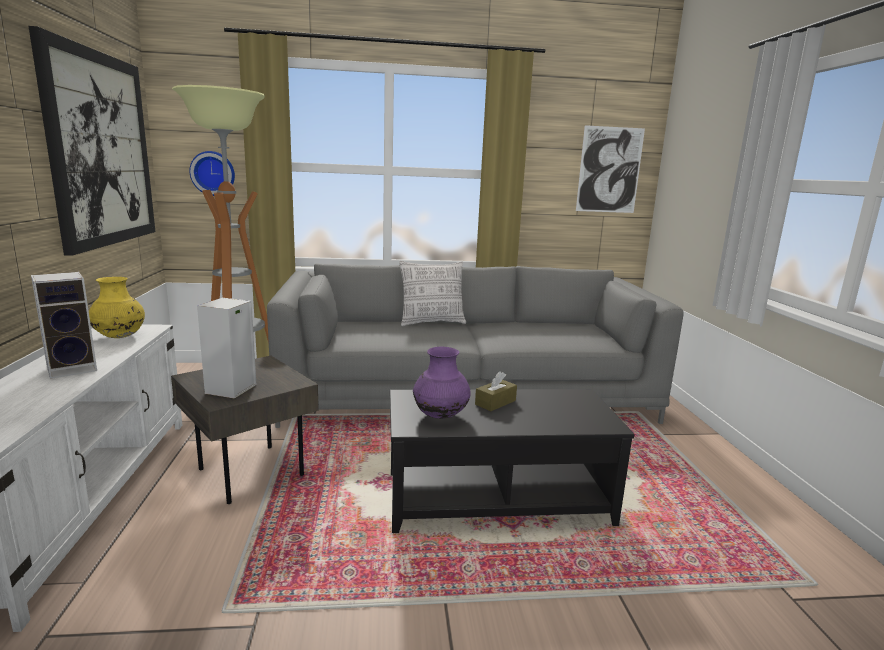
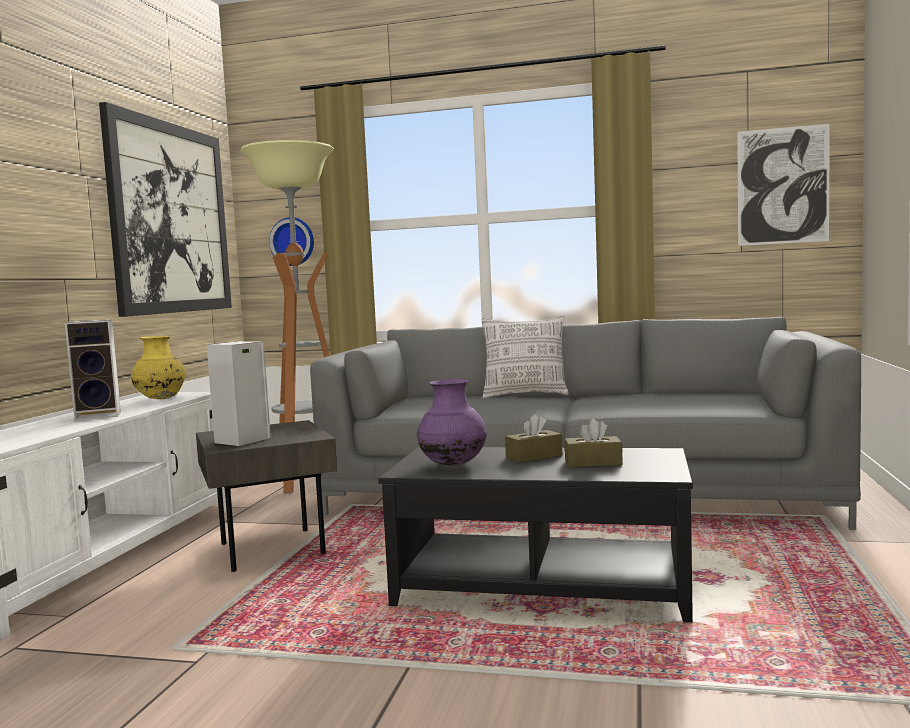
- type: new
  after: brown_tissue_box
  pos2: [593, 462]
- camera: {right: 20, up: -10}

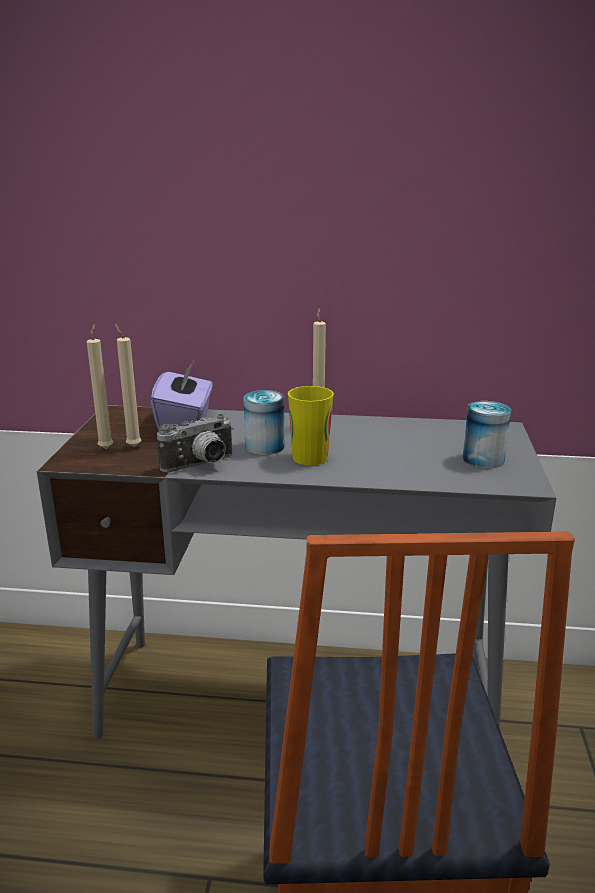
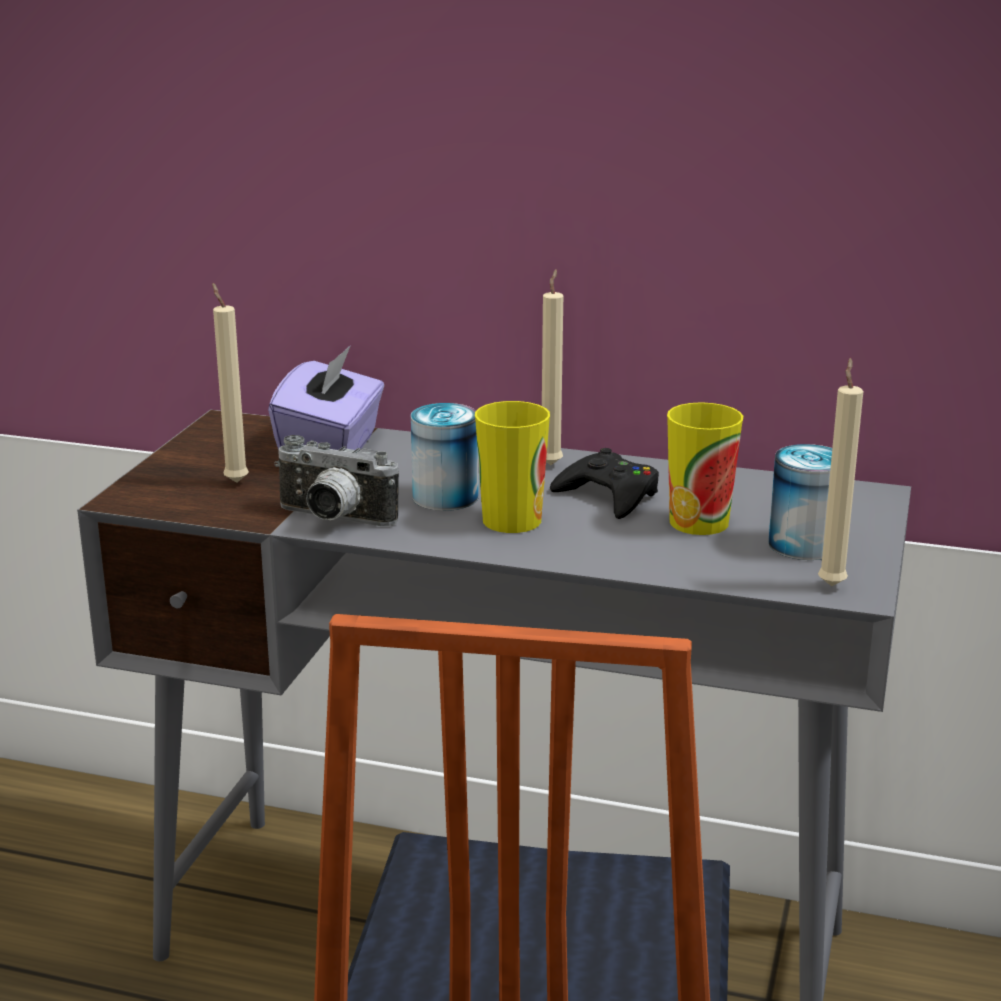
- type: shifted
  before: beige_candle
  pos1: [106, 448]
  pos2: [831, 584]
- type: rotated
  before: photo_camera
  pos1: [201, 465]
  pos2: [332, 520]
  turn: 45
- type: new
  after: black_game_controller
  pos2: [609, 495]
- type: new
  after: cup
  pos2: [699, 522]
- camera: {right: 10, up: 0}

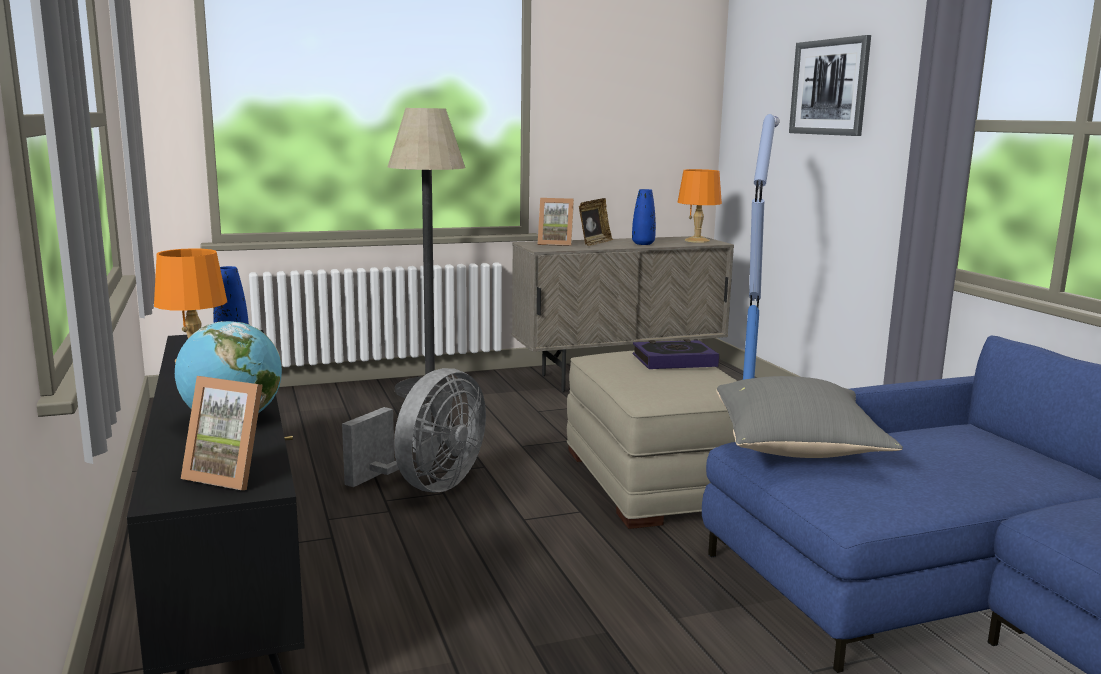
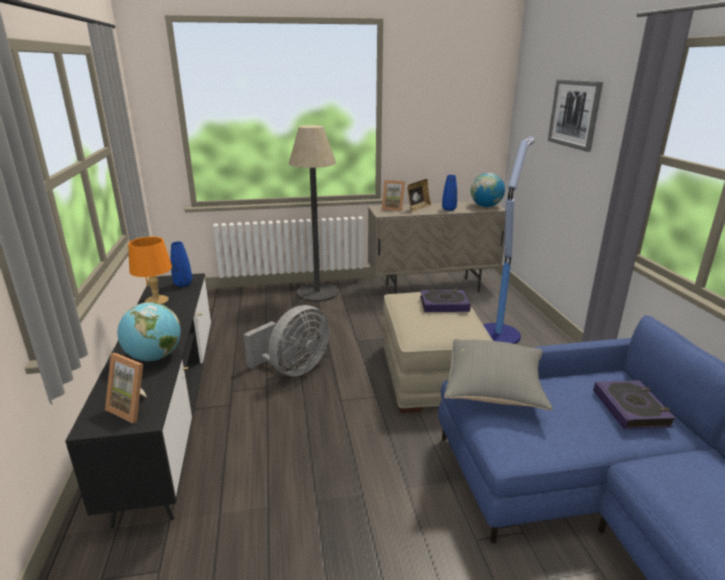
- type: swapped
  before: orange_table_lamp
  after: globe
  pos1: [697, 241]
  pos2: [486, 206]
- type: new
  after: book
  pos2: [631, 408]
- camera: {right: 10, up: 10}

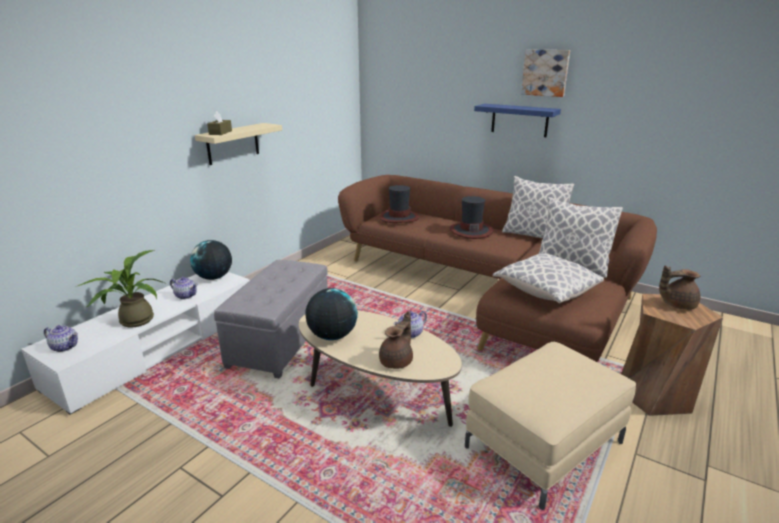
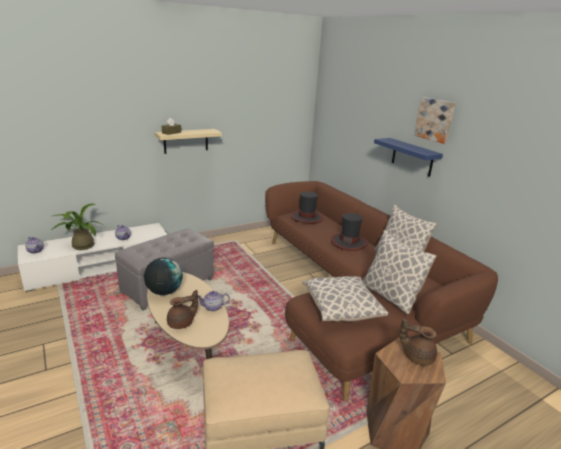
- type: gone
  before: globe
  pos1: [214, 277]
- camera: {right: 25, up: 0}

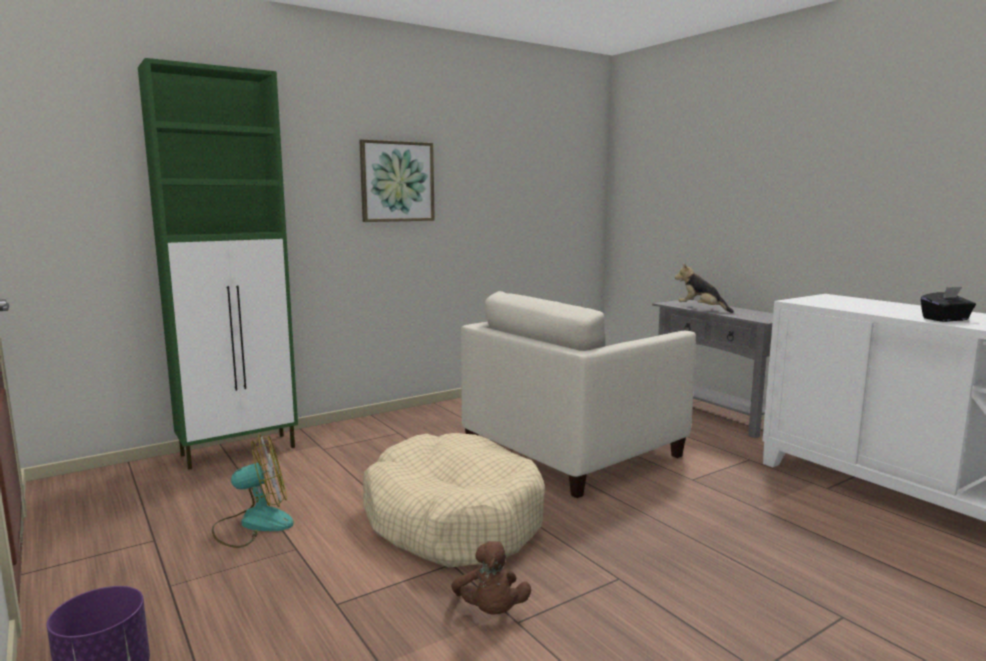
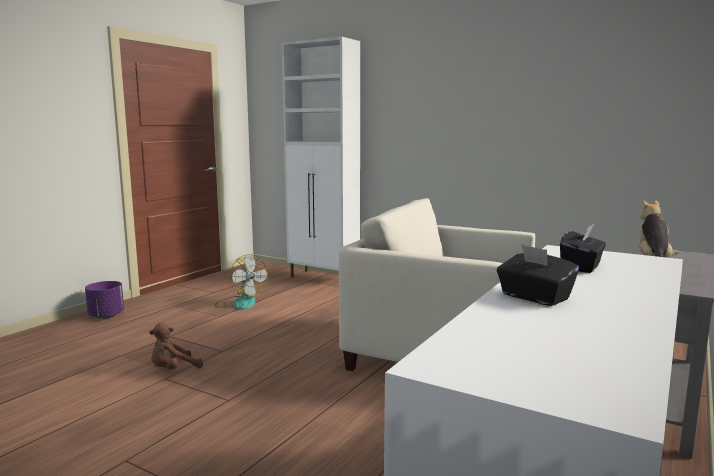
- type: repainted
  before: green_cabinet
  after: white_cabinet
  pos1: [240, 451]
  pos2: [324, 278]
- type: gone
  before: picture
  pos1: [397, 181]
- type: gone
  before: beige_dog_bed
  pos1: [453, 520]
- type: new
  after: black_tissue_box
  pos2: [581, 267]
- camera: {right: 65, up: 0}

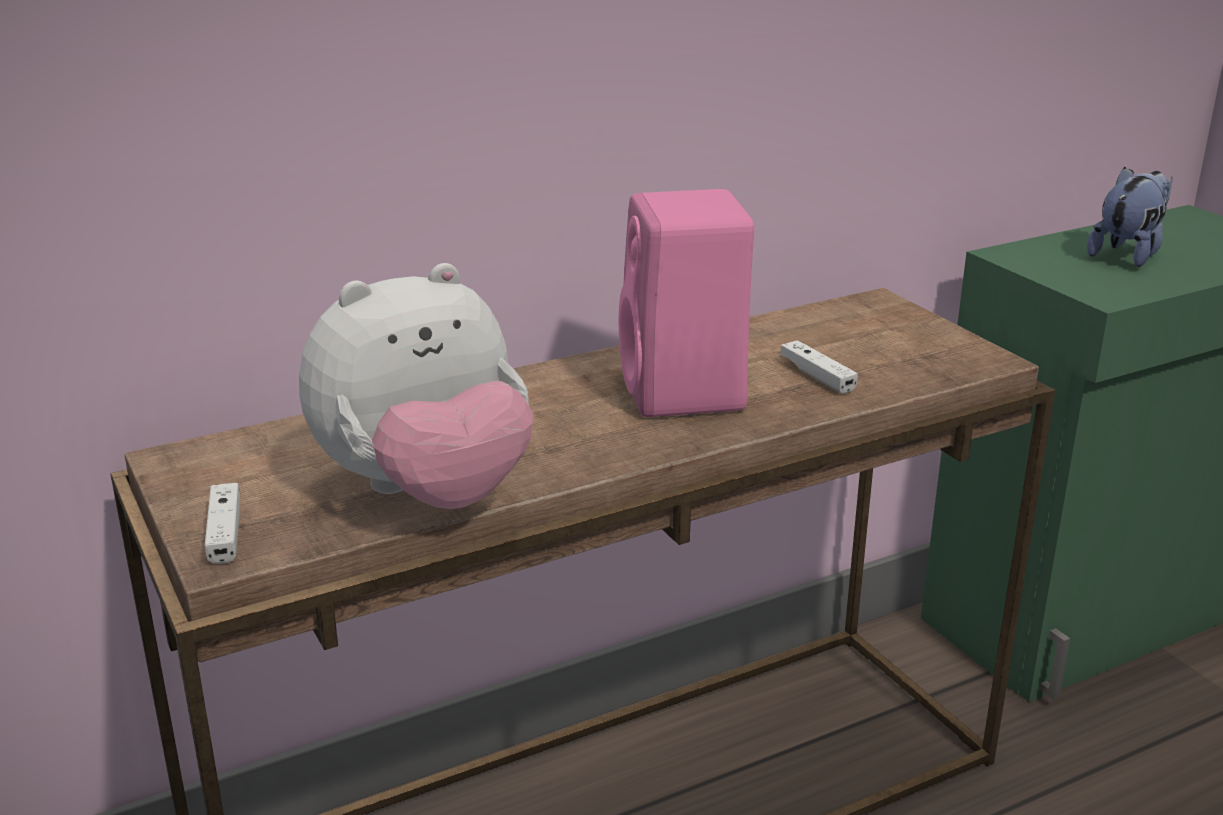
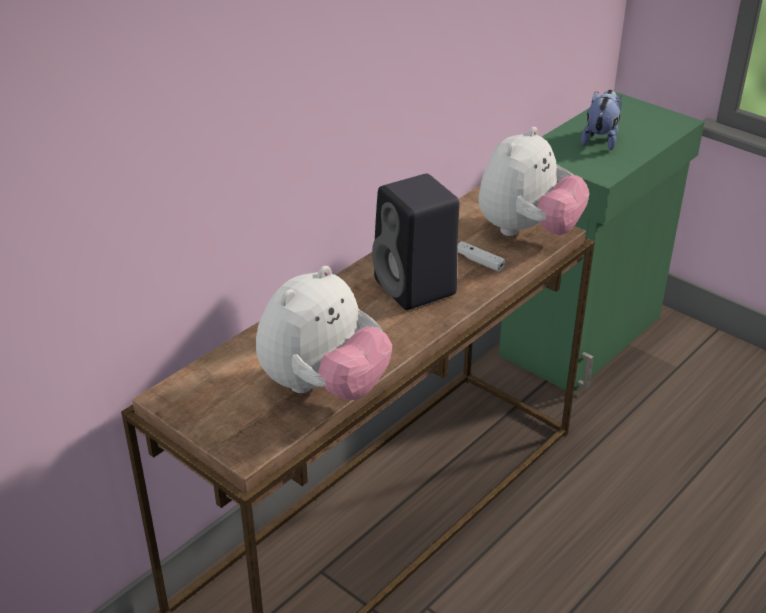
- type: gone
  before: white_game_controller
  pos1: [225, 533]
- type: repainted
  before: pink_speaker
  after: black_speaker
  pos1: [685, 393]
  pos2: [417, 288]
- type: new
  after: plush_toy
  pos2: [527, 231]
- camera: {right: -20, up: 10}

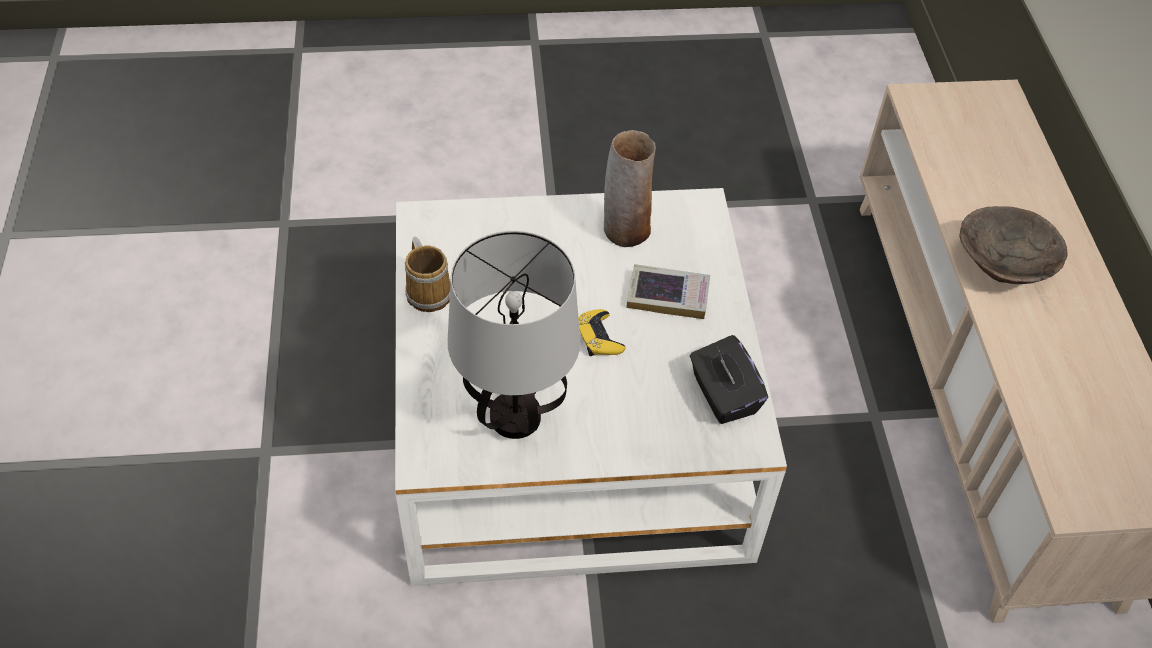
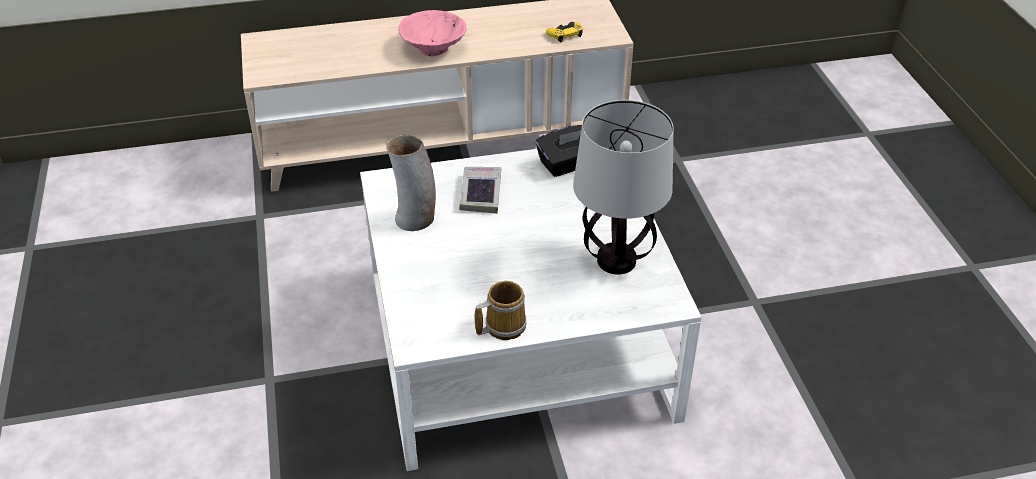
- type: shifted
  before: yellow_game_controller
  pos1: [599, 337]
  pos2: [565, 34]
- type: repainted
  before: brown_bowl
  after: pink_bowl
  pos1: [1001, 267]
  pos2: [434, 48]
- camera: {right: -95, up: -10}

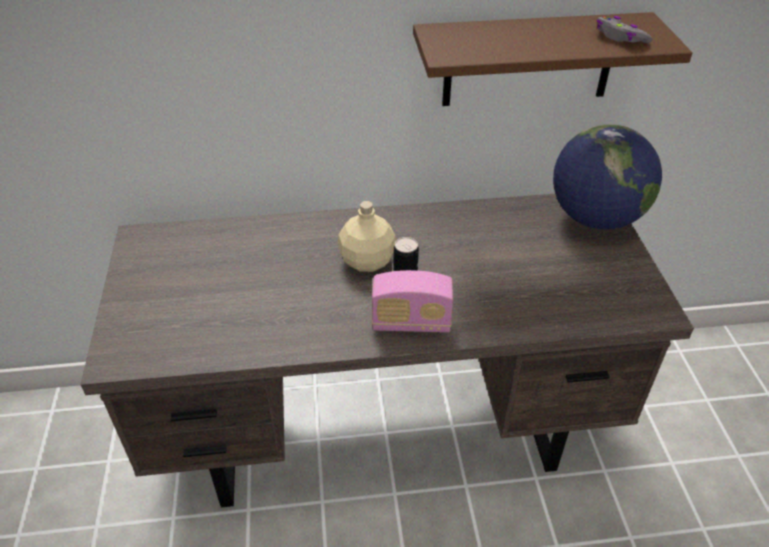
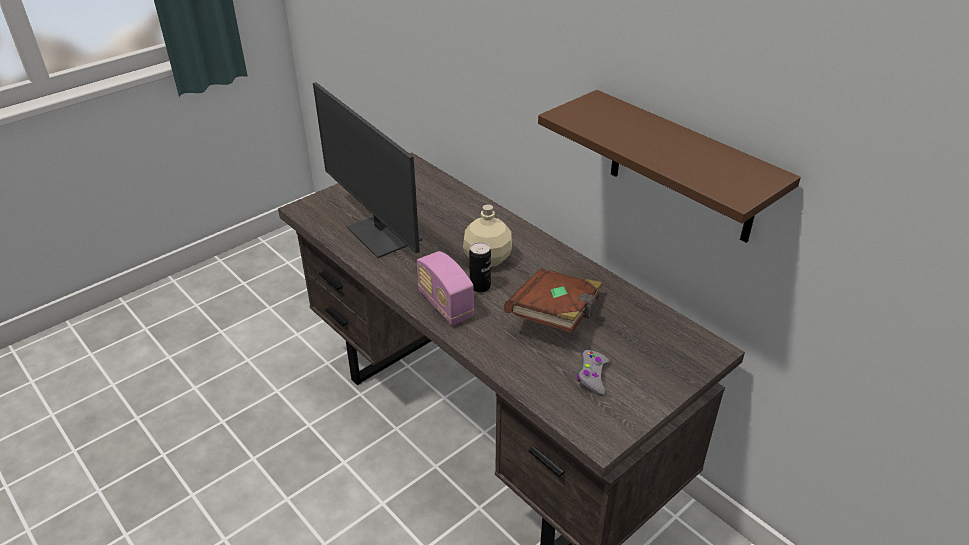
- type: gone
  before: globe
  pos1: [595, 218]
- type: shifted
  before: grey_game_controller
  pos1: [620, 37]
  pos2: [592, 376]
- type: new
  after: monitor
  pos2: [382, 235]
- type: new
  after: brown_book
  pos2: [556, 316]
- camera: {right: 55, up: -5}

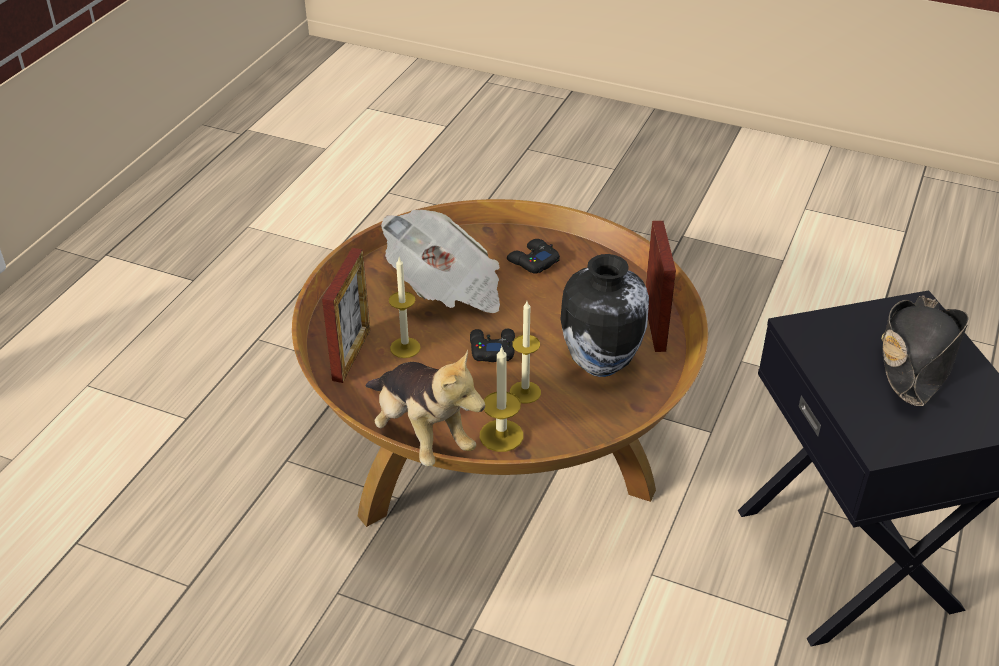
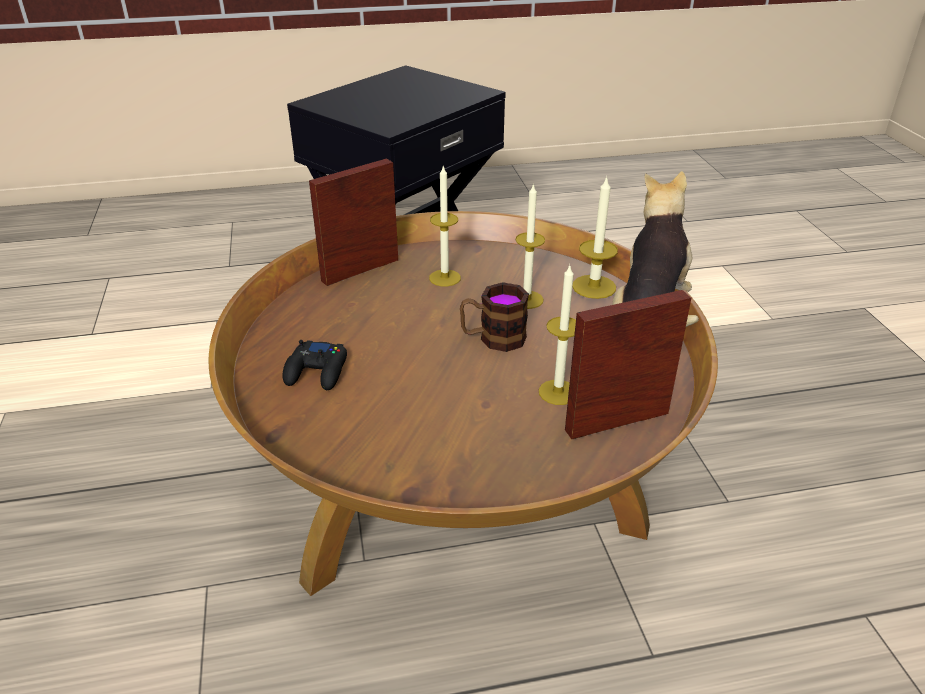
- type: gone
  before: newspaper
  pos1: [446, 288]
- type: swapped
  before: black_game_controller
  after: mug
  pos1: [492, 349]
  pos2: [493, 338]
- type: swapped
  before: vase
  after: candle
  pos1: [600, 364]
  pos2: [445, 278]
- type: gone
  before: black_hat
  pos1: [916, 358]
- camera: {right: -125, up: -5}

